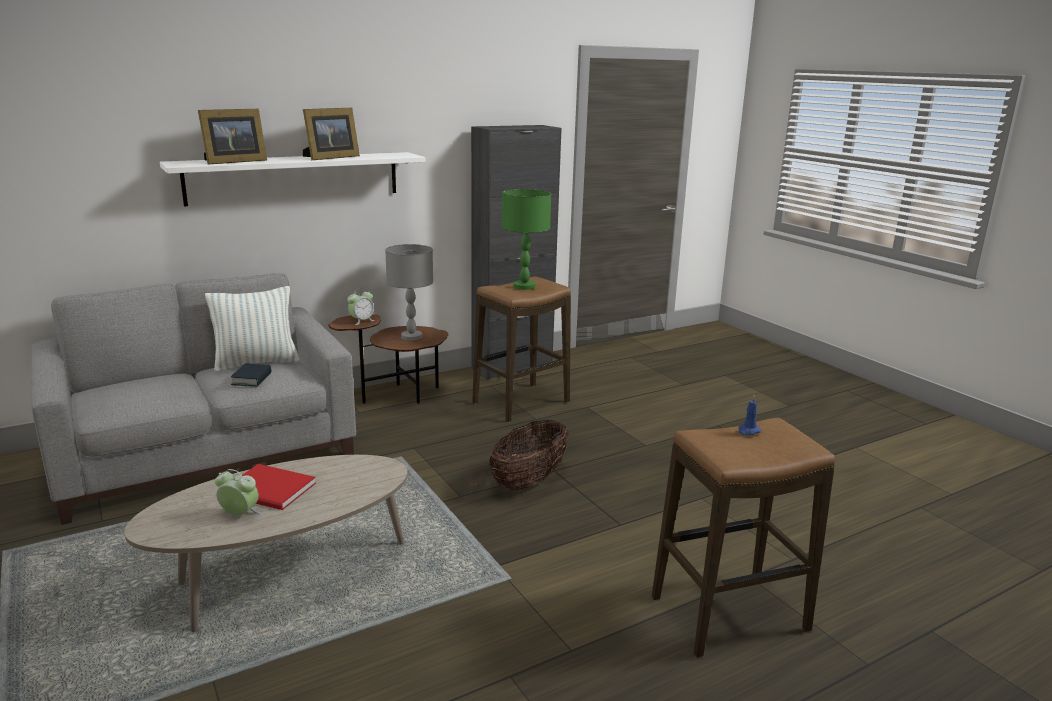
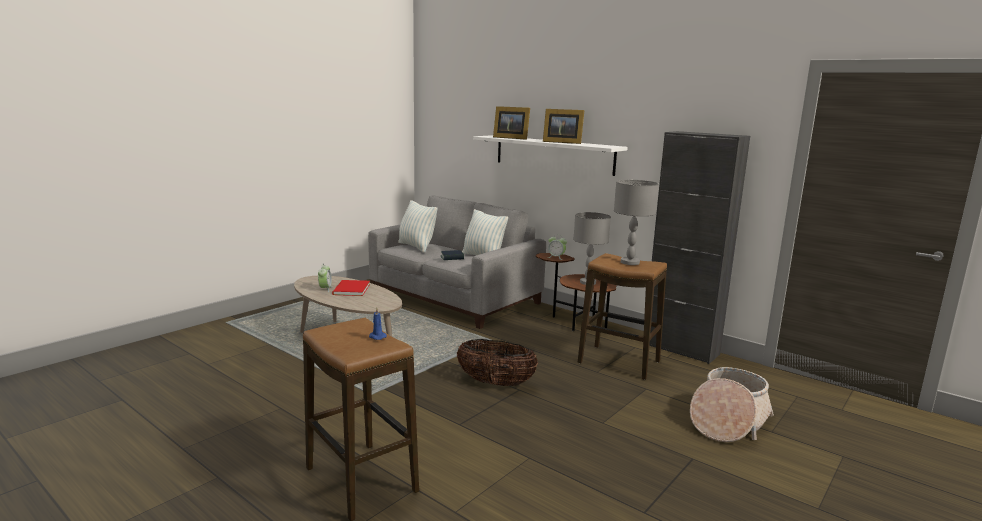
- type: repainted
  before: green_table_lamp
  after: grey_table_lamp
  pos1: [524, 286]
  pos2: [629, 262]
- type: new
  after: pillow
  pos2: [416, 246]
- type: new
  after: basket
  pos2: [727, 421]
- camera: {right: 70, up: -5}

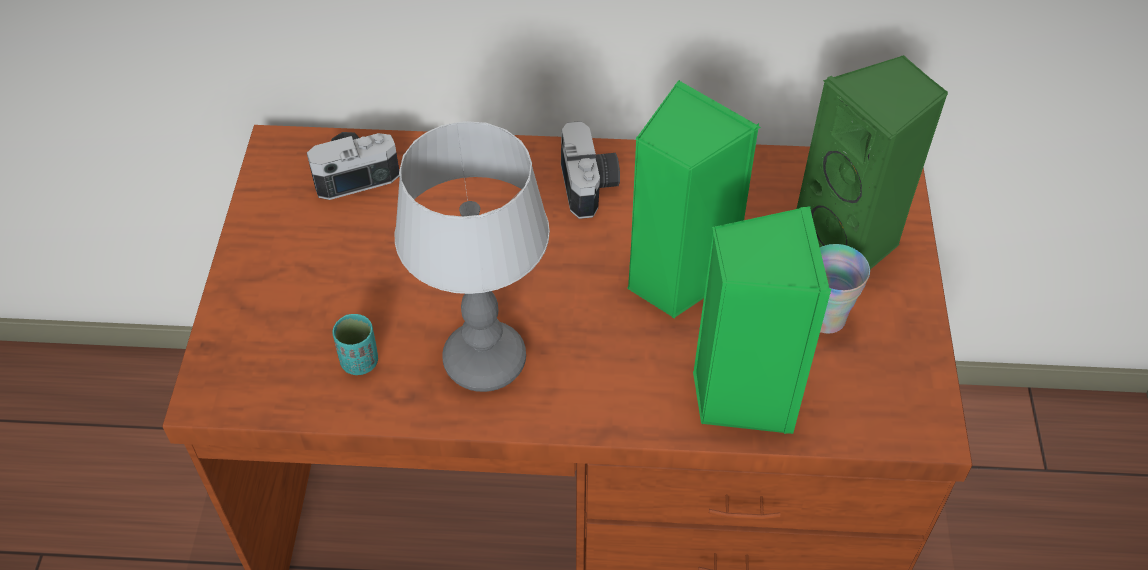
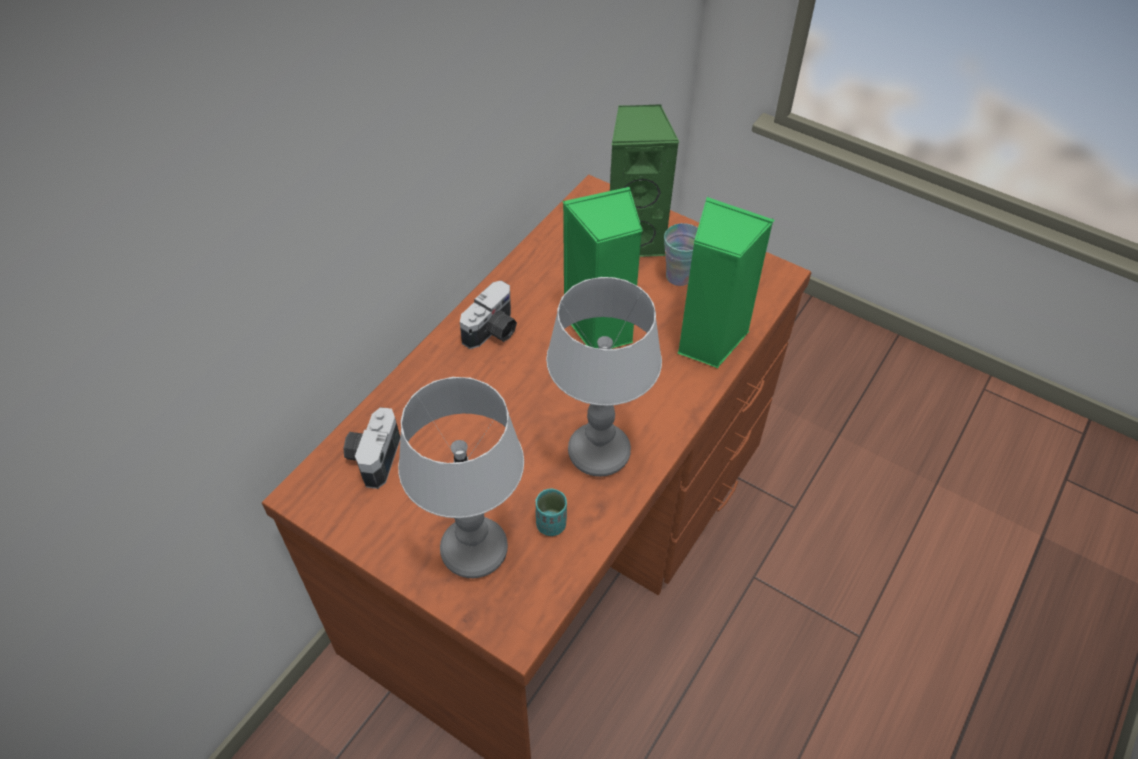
- type: rotated
  before: photo_camera
  pos1: [591, 185]
  pos2: [493, 331]
  turn: 105
- type: new
  after: table_lamp
  pos2: [473, 550]
- camera: {right: -60, up: 0}

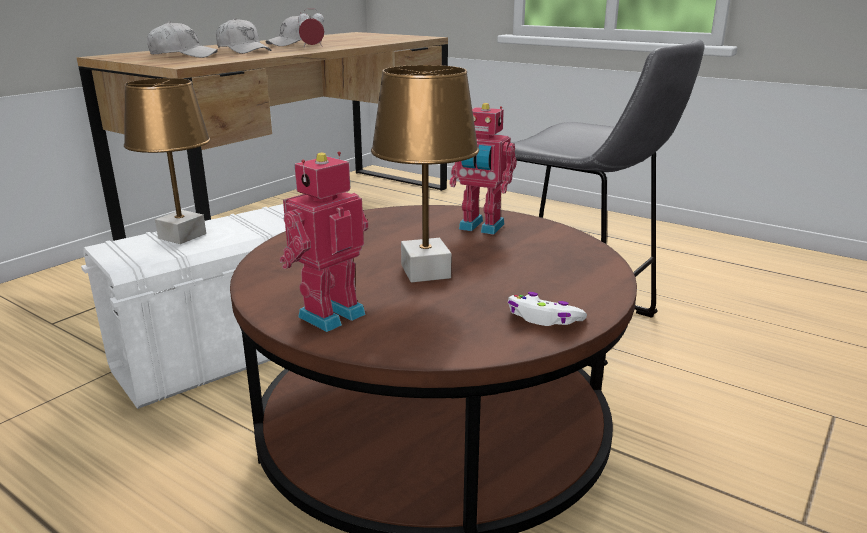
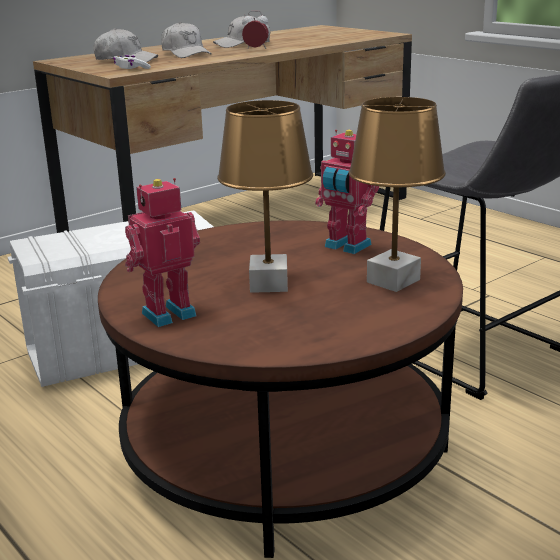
- type: shifted
  before: brown_table_lamp
  pos1: [182, 236]
  pos2: [393, 280]
- type: shifted
  before: white_game_controller
  pos1: [543, 319]
  pos2: [131, 68]
- camera: {right: 15, up: 0}

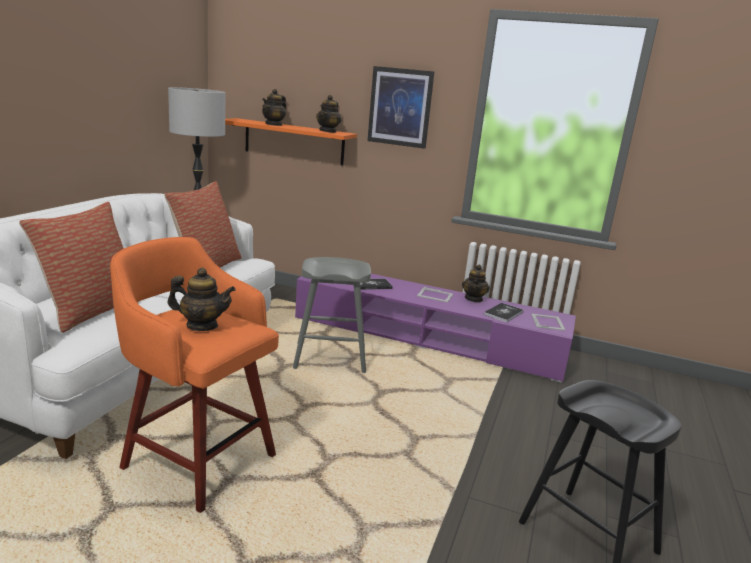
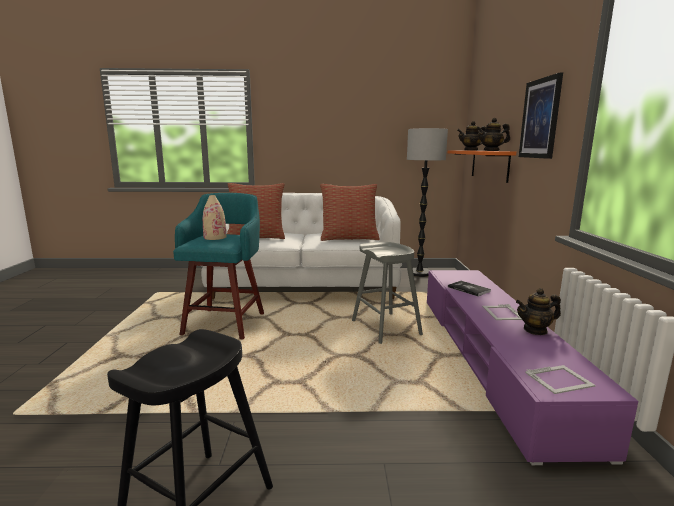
- type: repainted
  before: orange_stool
  after: turquoise_stool
  pos1: [196, 460]
  pos2: [226, 323]
- type: swapped
  before: teapot
  after: beige_vase
  pos1: [202, 326]
  pos2: [215, 237]
- type: gone
  before: book
  pos1: [503, 313]
- camera: {right: 70, up: -5}

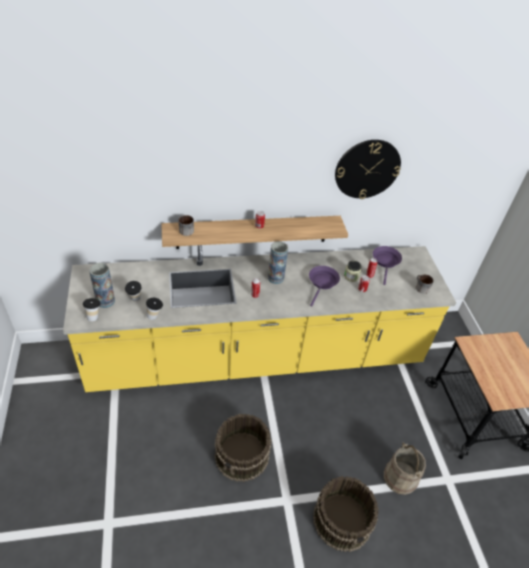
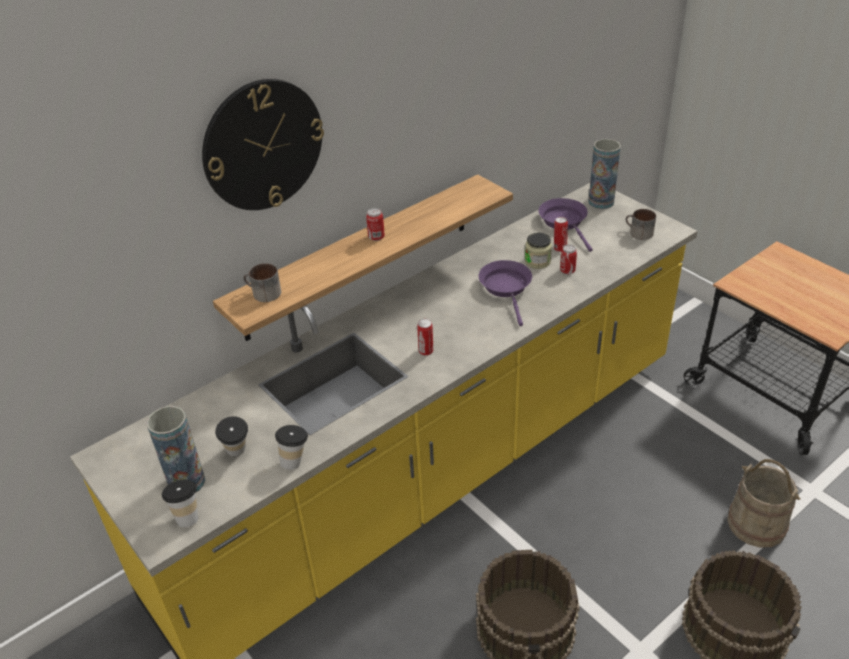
- type: shifted
  before: vase
  pos1: [275, 278]
  pos2: [601, 202]
- type: shifted
  before: wall_clock
  pos1: [367, 169]
  pos2: [263, 145]
- camera: {right: -25, up: -5}

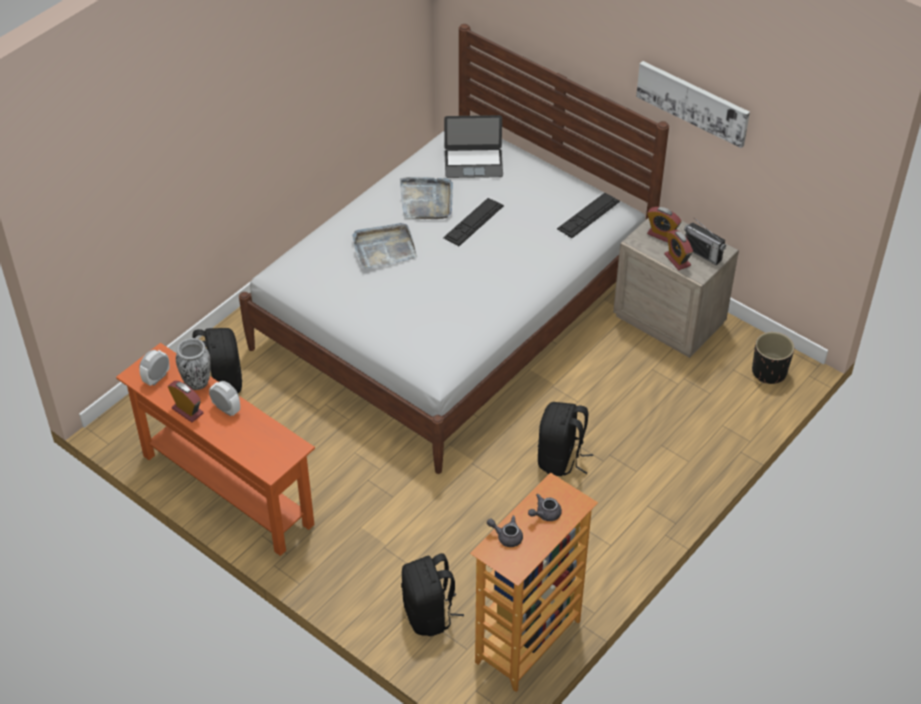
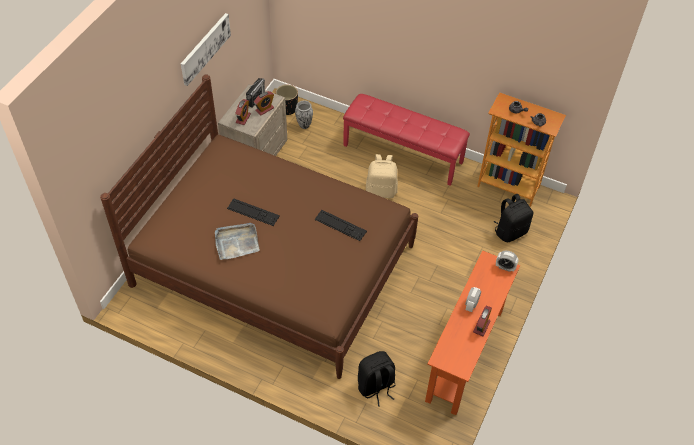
- type: shifted
  before: alarm_clock
  pos1: [157, 378]
  pos2: [505, 267]
- type: shifted
  before: vase
  pos1: [197, 383]
  pos2: [304, 125]
- type: repainted
  before: white_bed
  after: brown_bed
  pos1: [452, 312]
  pos2: [274, 265]
- type: gone
  before: grey_tray
  pos1: [383, 248]
- type: gone
  before: laptop
  pos1: [473, 163]
- type: repainted
  before: black_backpack
  after: beige_backpack
  pos1: [561, 459]
  pos2: [381, 190]
- type: shifted
  before: keyboard
  pos1: [588, 215]
  pos2: [340, 225]
- type: new
  after: red_bench
  pos2: [403, 153]
- camera: {right: -105, up: 5}

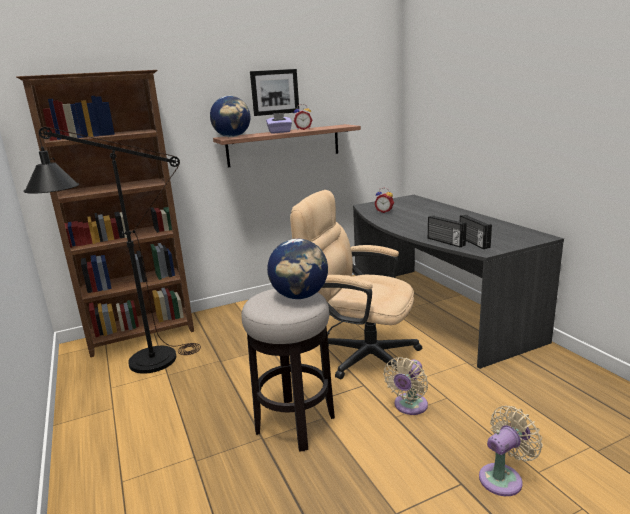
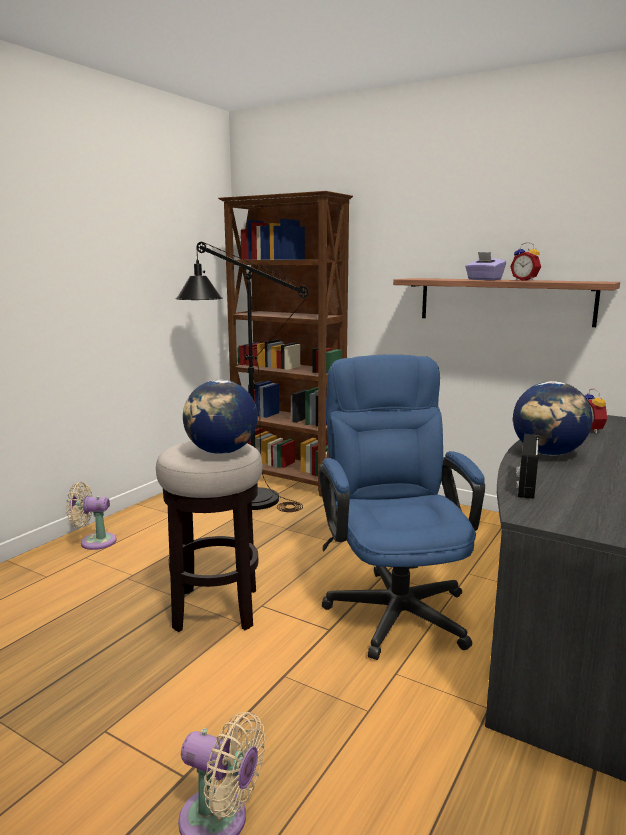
- type: shifted
  before: globe
  pos1: [232, 137]
  pos2: [548, 453]
- type: gone
  before: picture
  pos1: [274, 92]
- type: repainted
  before: beige_office_chair
  after: blue_office_chair
  pos1: [360, 354]
  pos2: [394, 604]
- type: shifted
  before: beige_fan
  pos1: [409, 406]
  pos2: [94, 542]
- type: gone
  before: radio
  pos1: [473, 242]
- camera: {right: 55, up: -5}

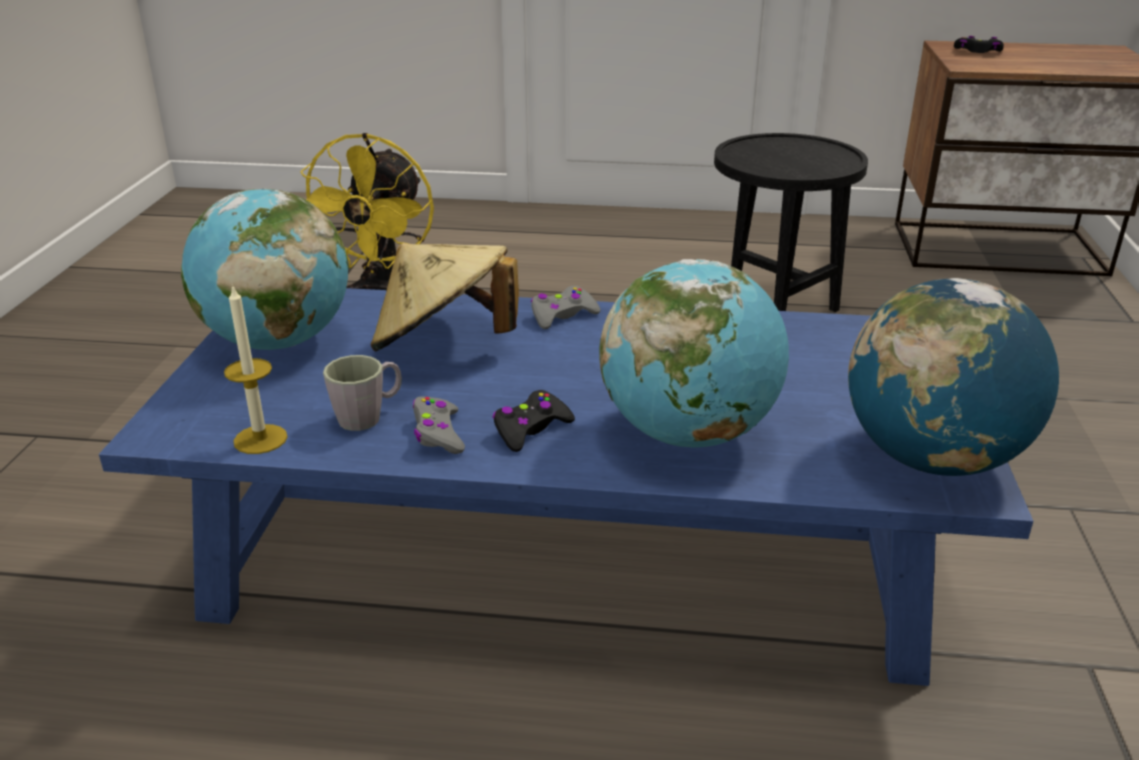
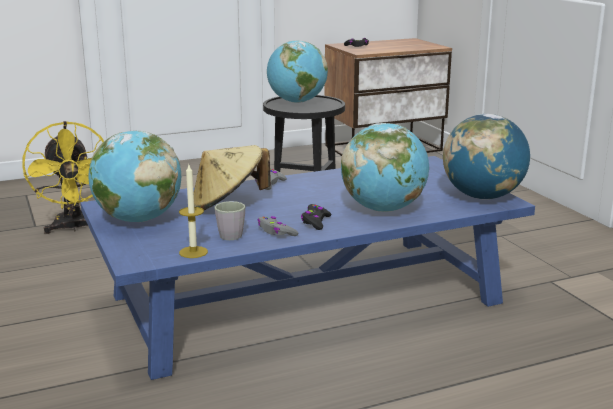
- type: new
  after: globe
  pos2: [297, 102]
- camera: {right: -30, up: -10}

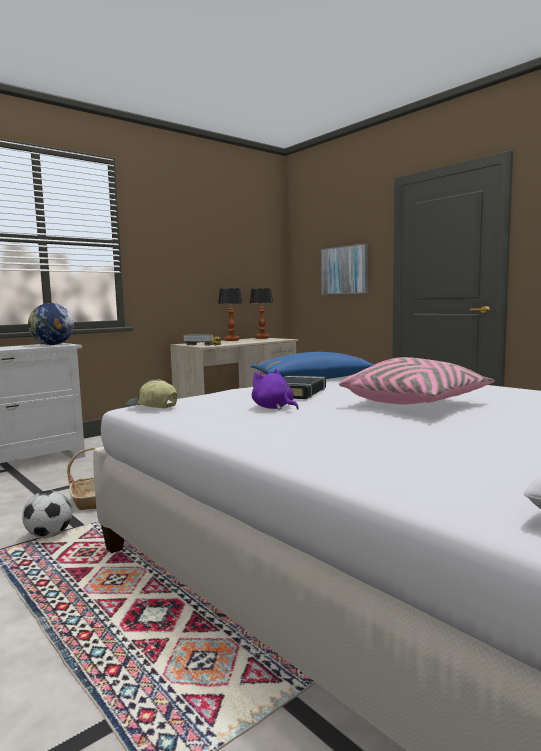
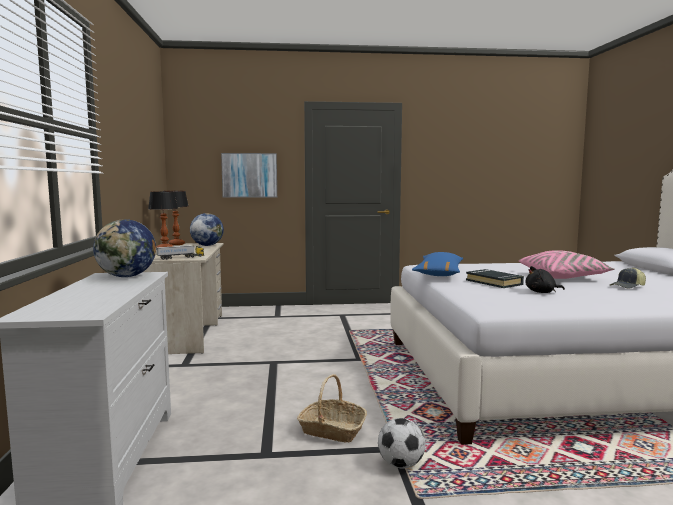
- type: shifted
  before: cap
  pos1: [152, 407]
  pos2: [628, 287]
- type: repainted
  before: purple_plush_toy
  after: black_plush_toy
  pos1: [274, 408]
  pos2: [542, 292]
- type: new
  after: globe
  pos2: [207, 245]
- camera: {right: -55, up: 0}

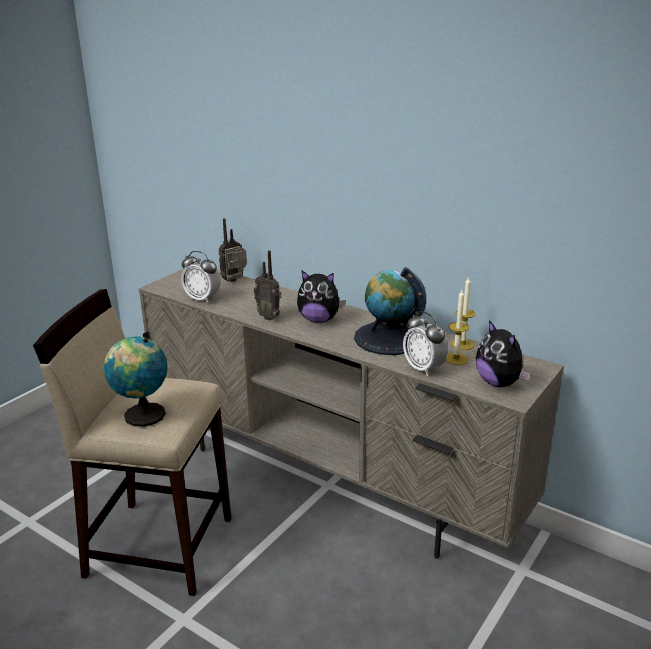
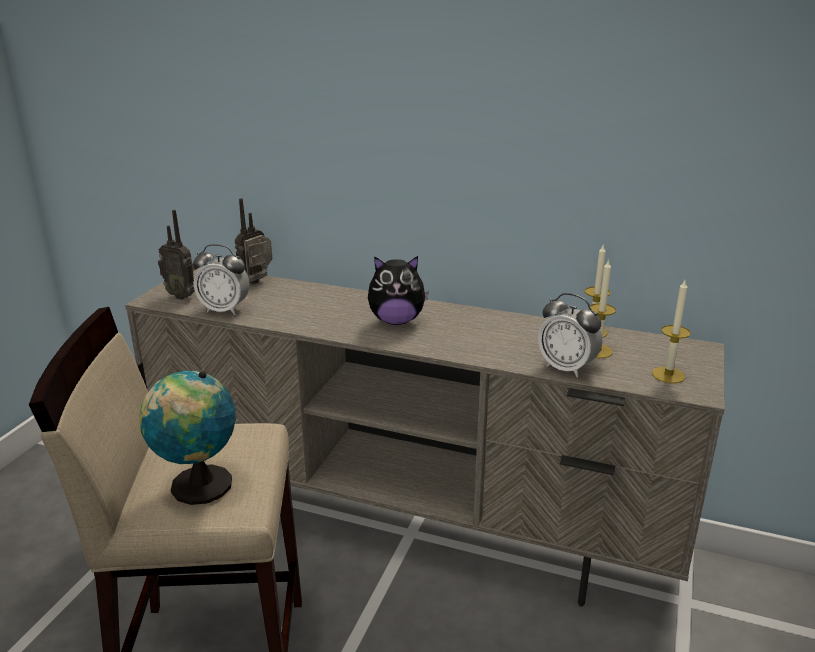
- type: shifted
  before: radio
  pos1: [269, 317]
  pos2: [182, 296]
- type: gone
  before: globe
  pos1: [389, 338]
- type: swapped
  before: plush_toy
  after: candle
  pos1: [499, 383]
  pos2: [668, 375]
- camera: {right: -15, up: 0}

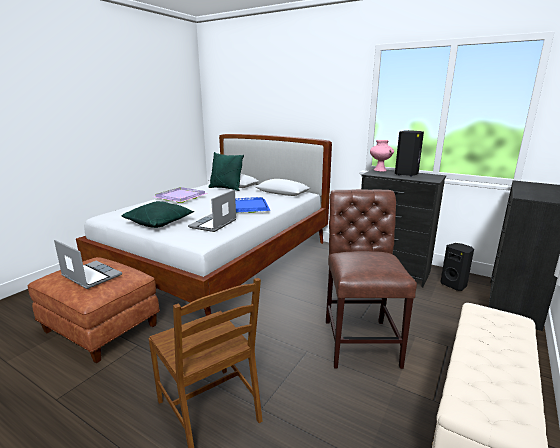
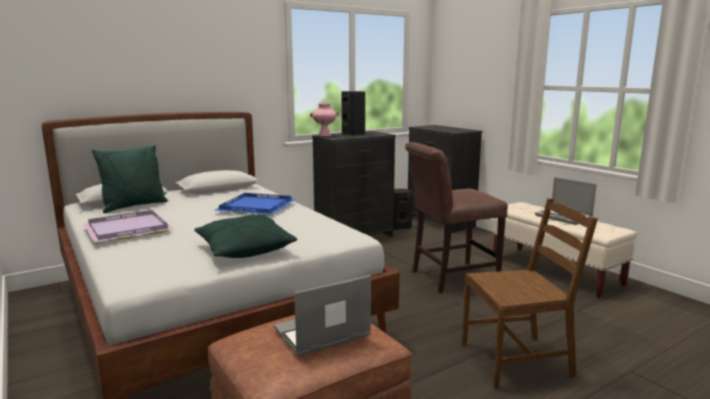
- type: shifted
  before: laptop
  pos1: [213, 224]
  pos2: [564, 217]
- type: rotated
  before: brown_chair
  pos1: [360, 339]
  pos2: [449, 277]
  turn: -45
- camera: {right: -65, up: -5}

